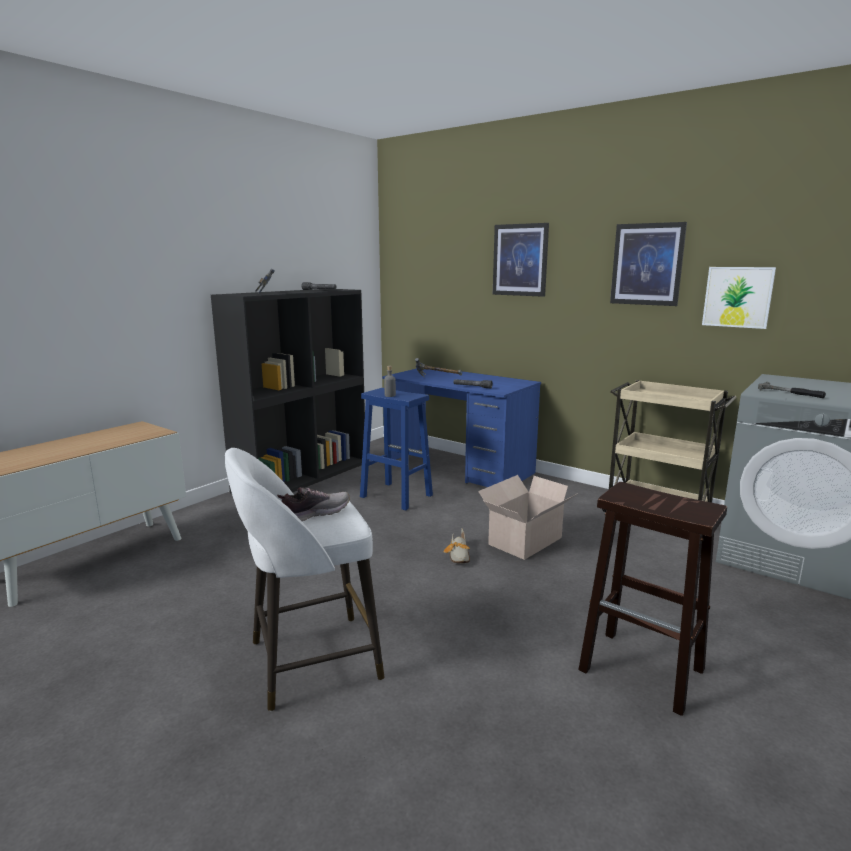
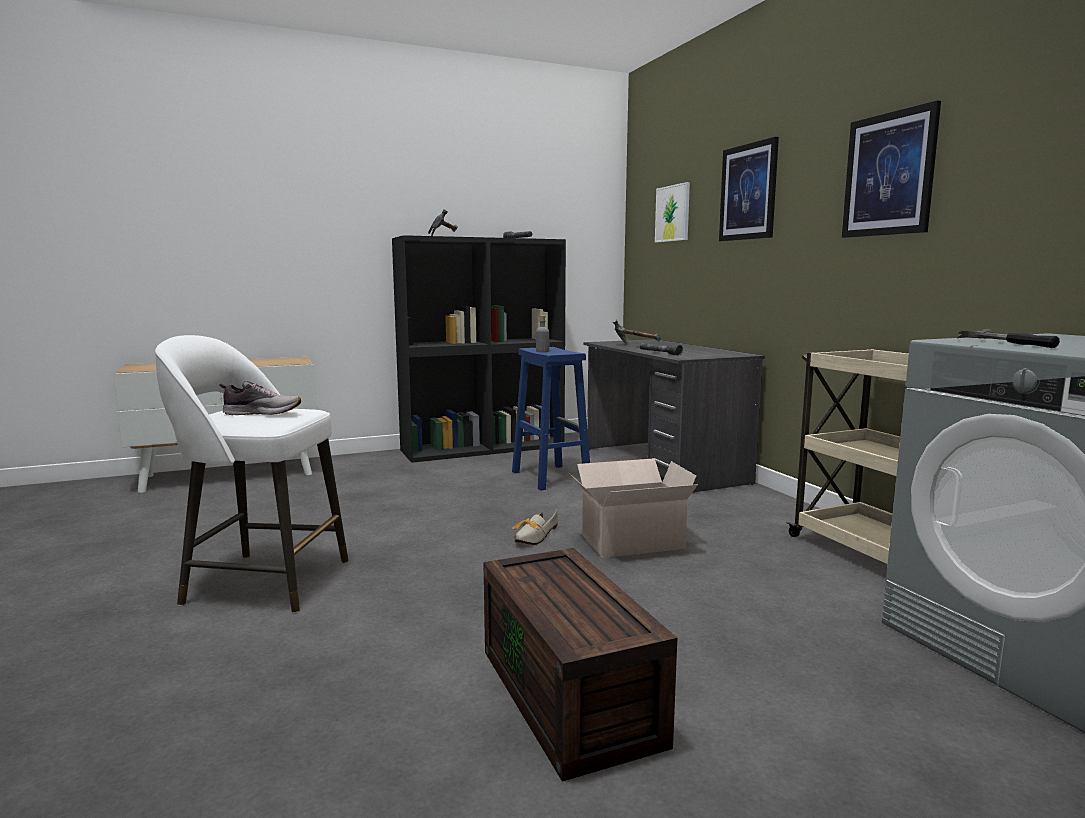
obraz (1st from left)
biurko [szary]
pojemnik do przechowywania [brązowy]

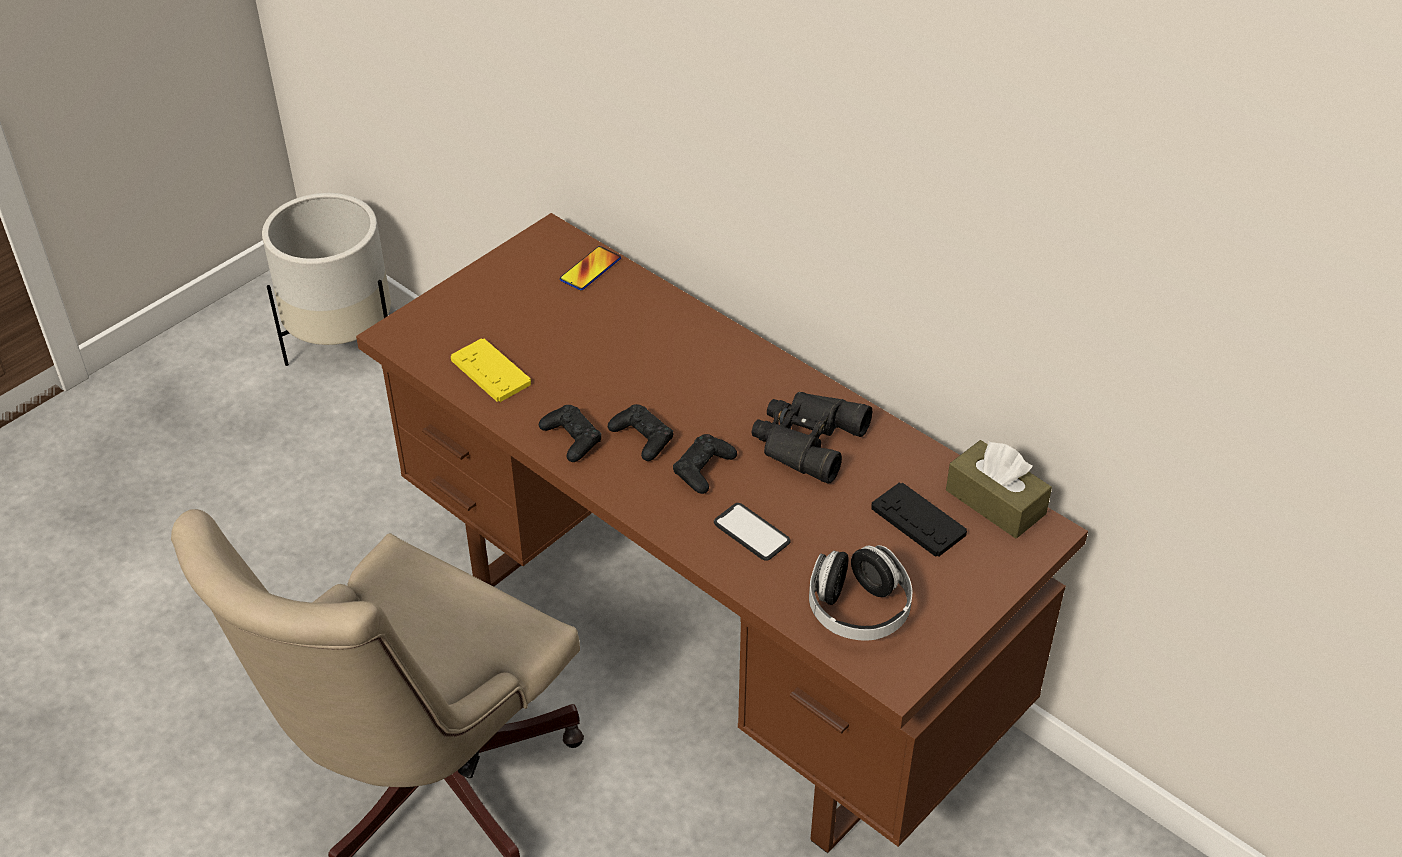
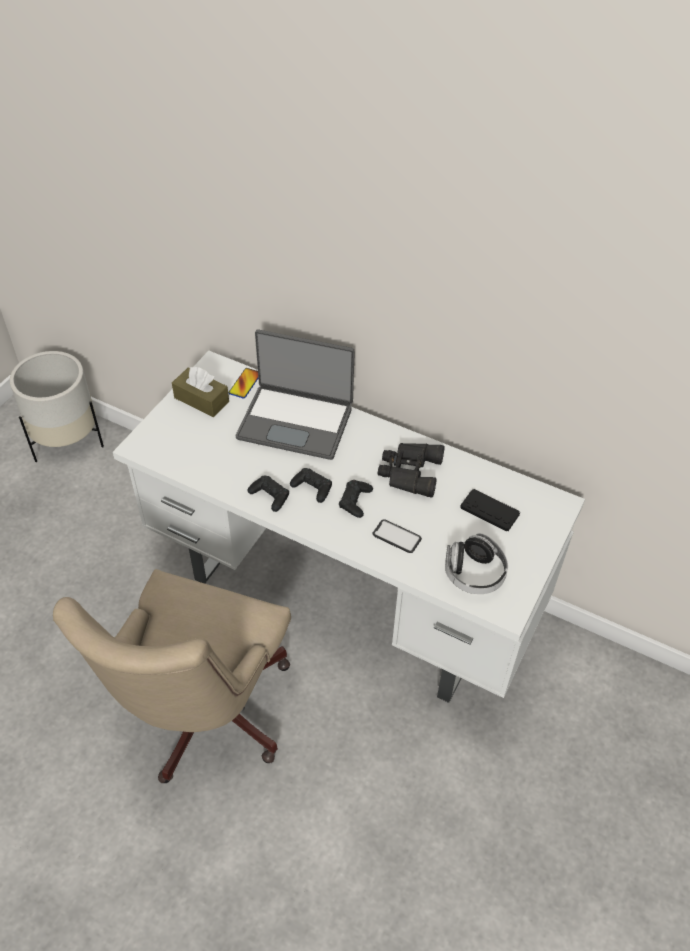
biurko [biały]
pad do gier [żółty]
pudełko chusteczek [brązowy]
laptop

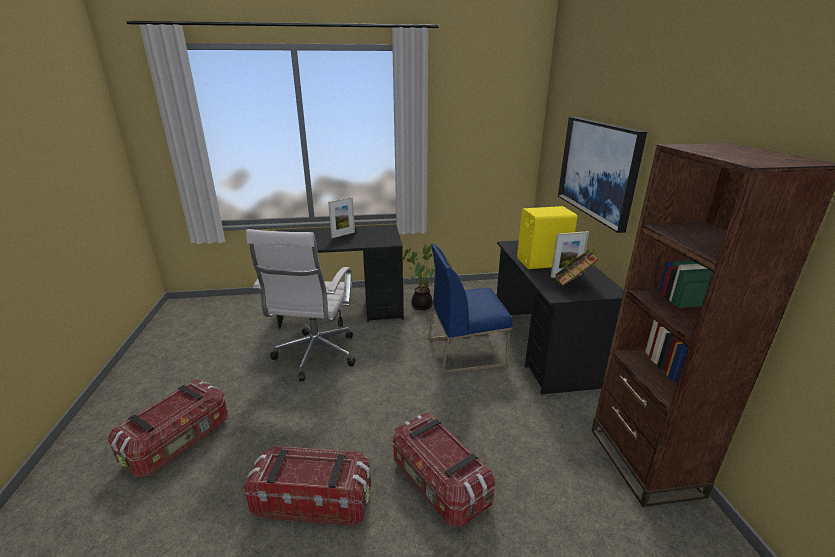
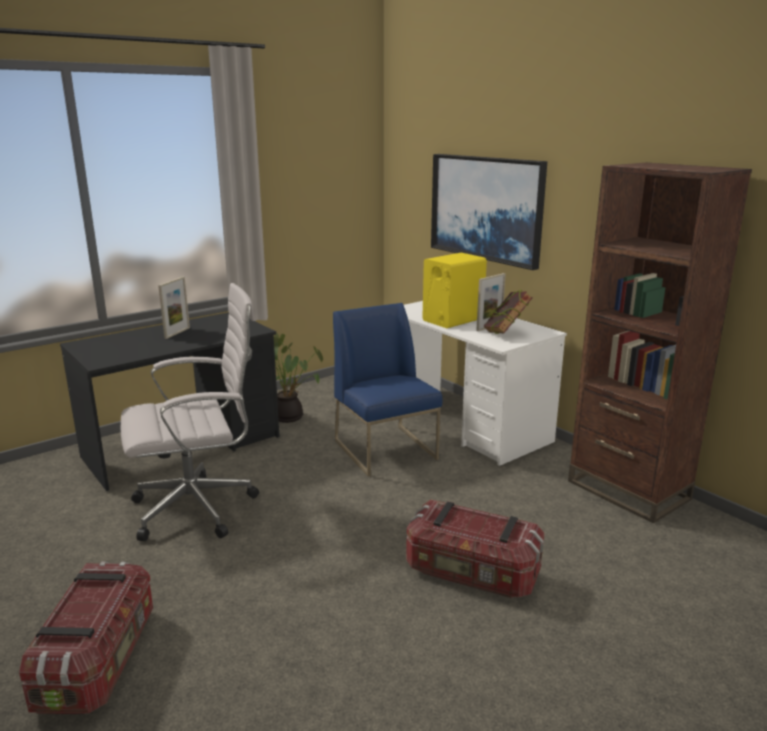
krzesło biurowe [biały]
biurko [biały]
krzesło [niebieski]
pojemnik do przechowywania (2nd from left in the first image)

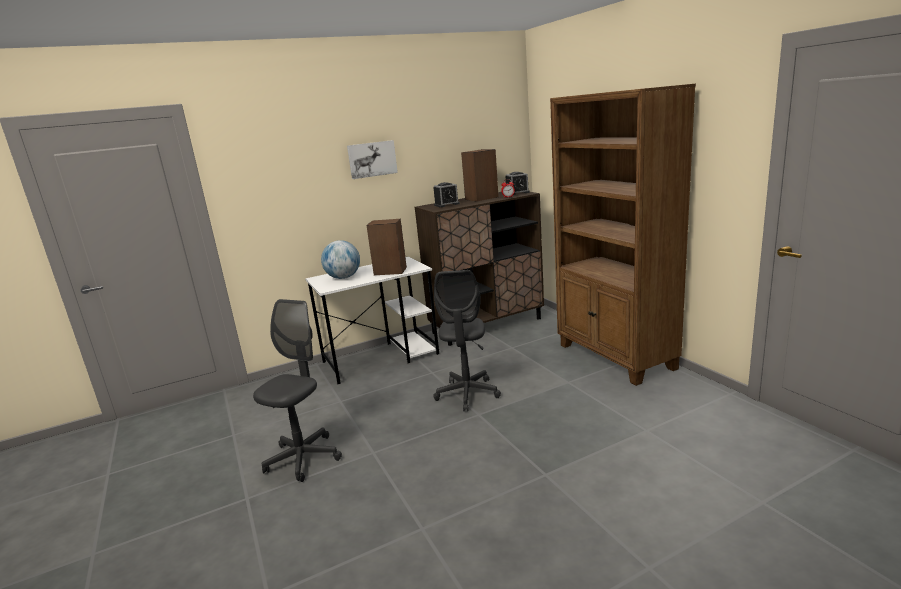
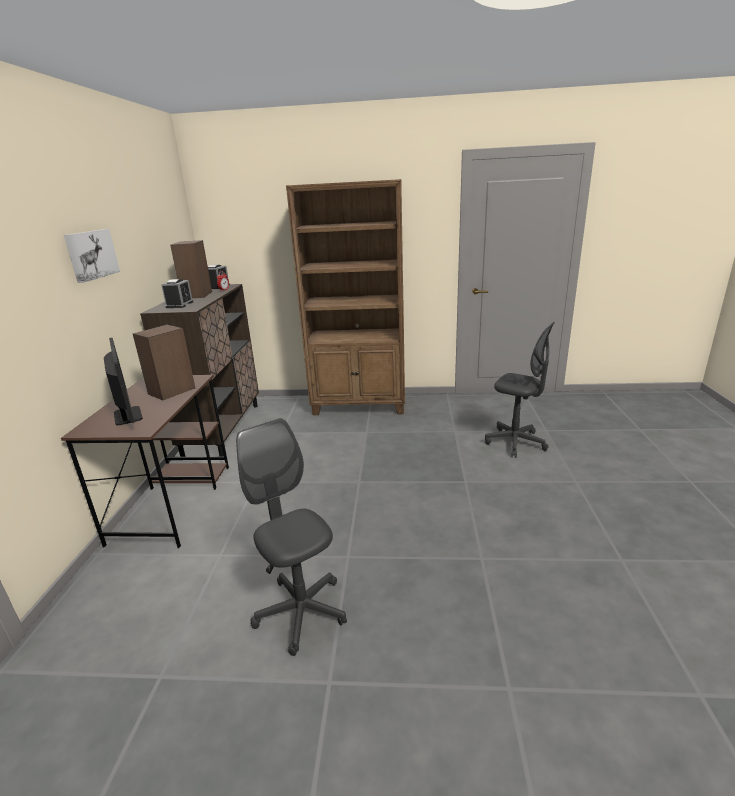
monitor
biurko [brązowy]
krzesło biurowe [szary] (2nd from left)

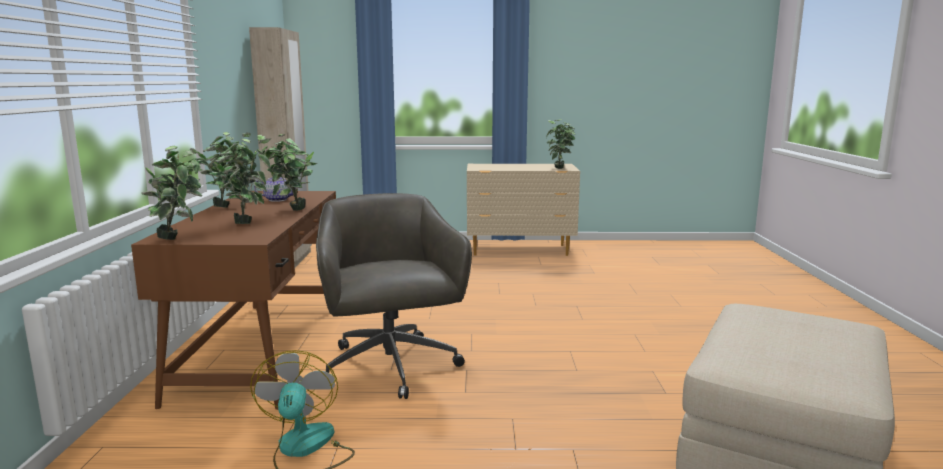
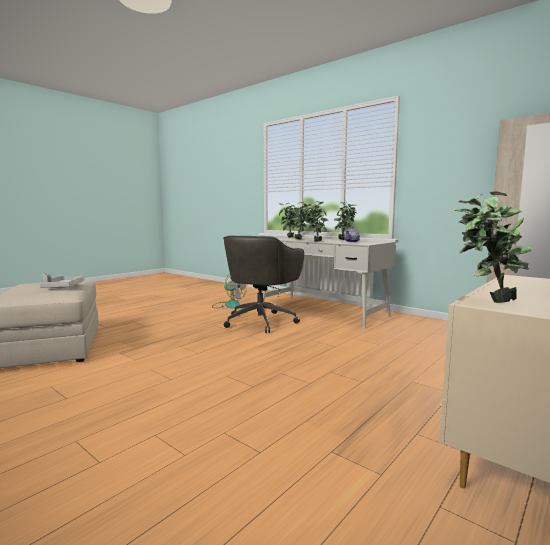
biurko [biały]
krzesło biurowe [szary]
taca [szary]

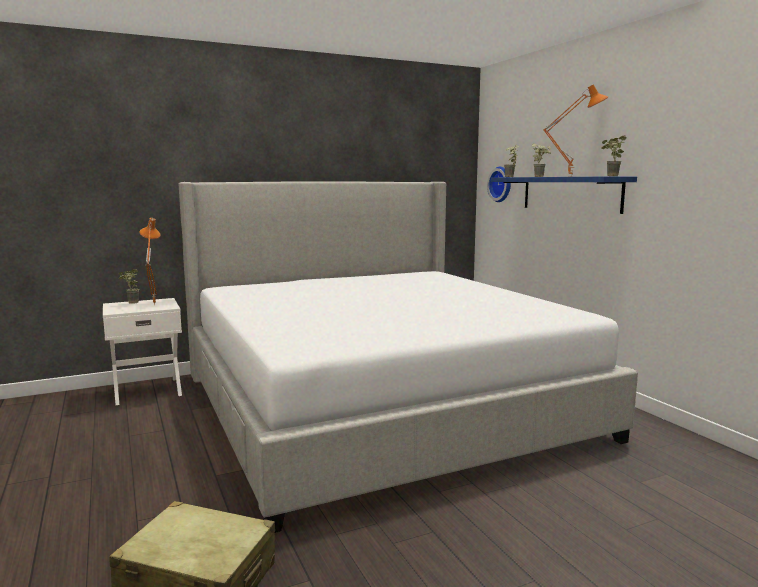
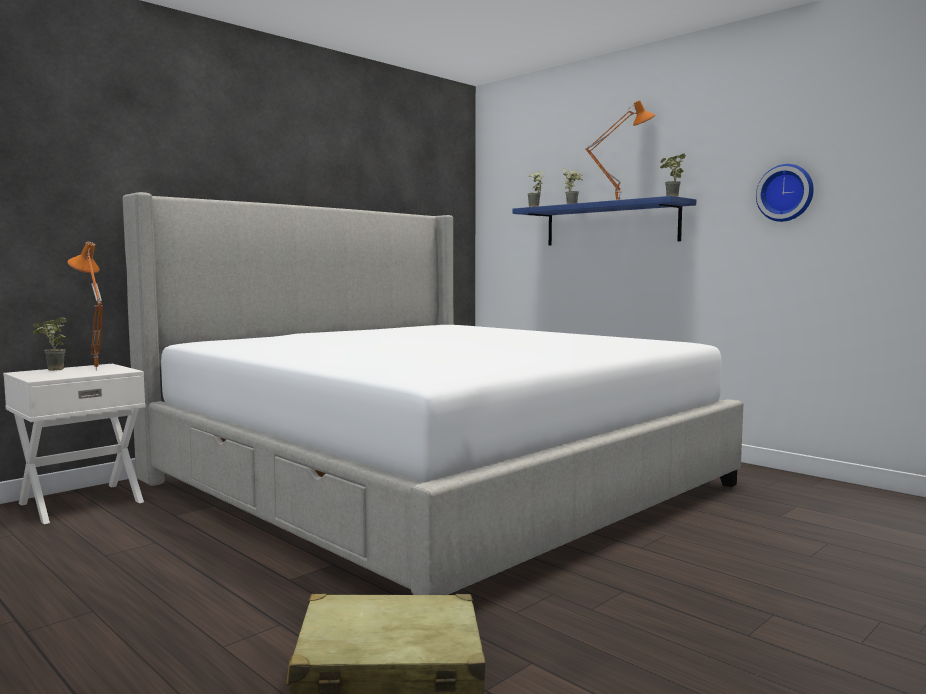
zegar ścienny

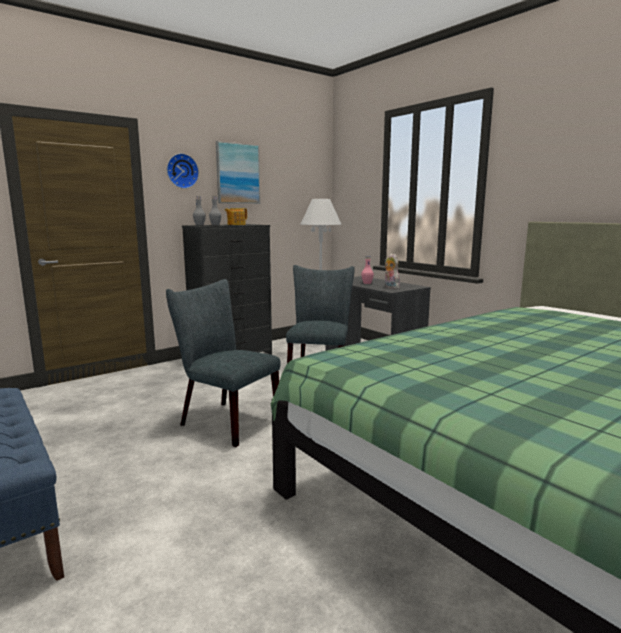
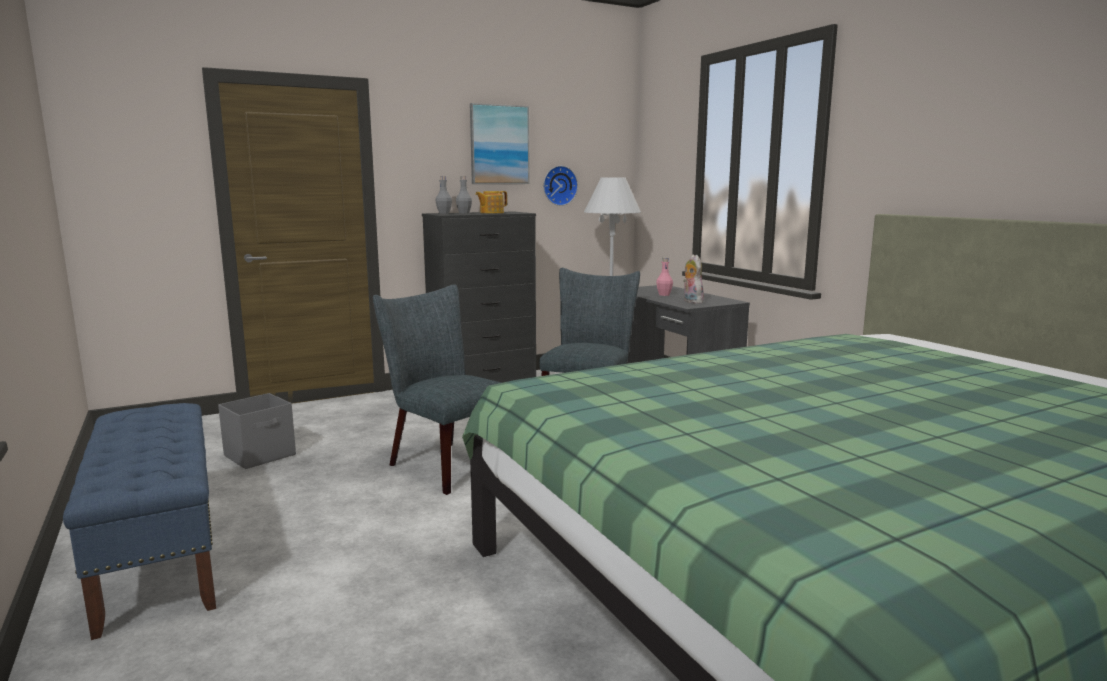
zegar ścienny
pojemnik do przechowywania [szary]

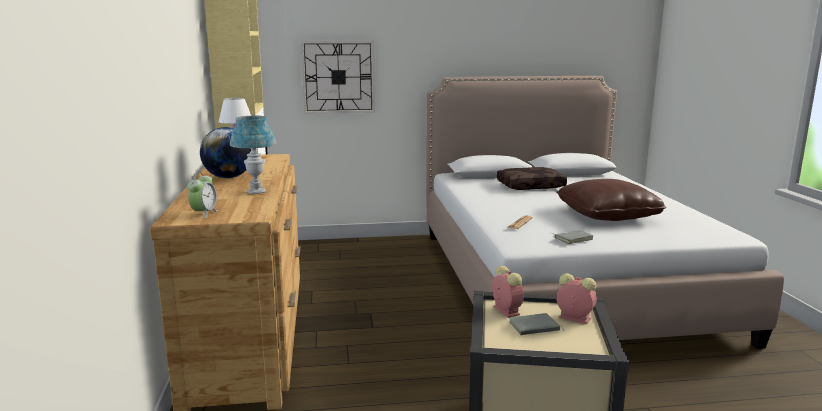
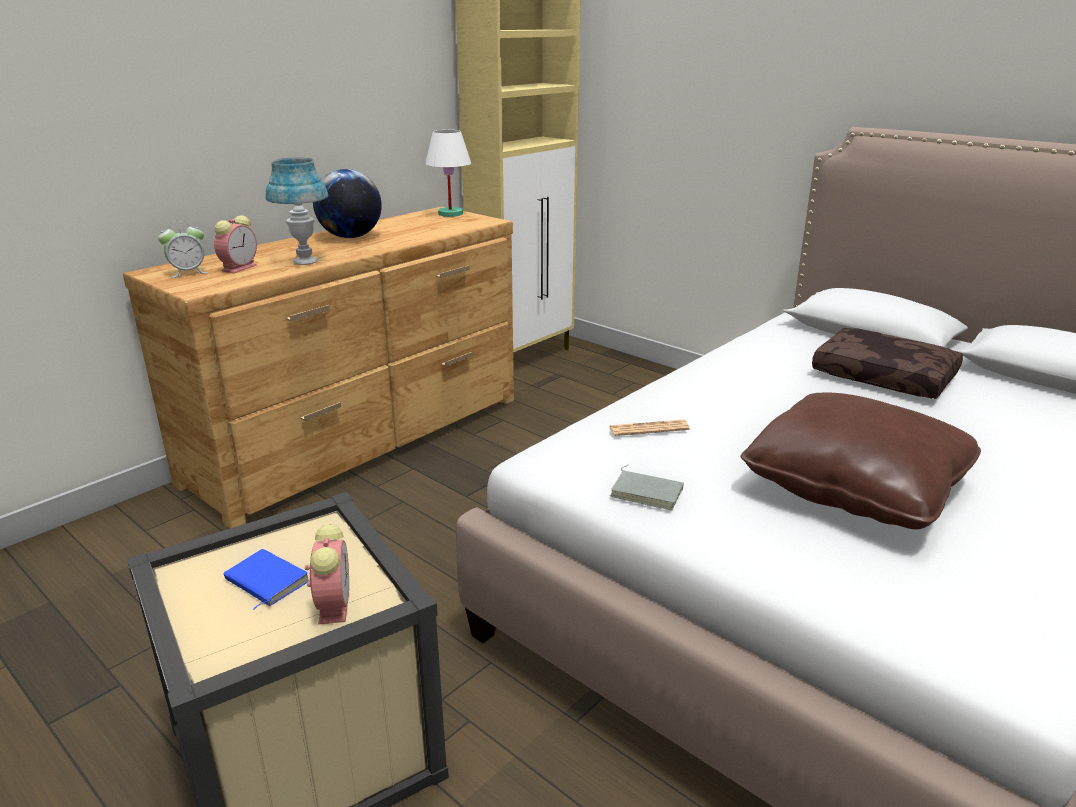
zegar ścienny
budzik (2nd from left)
książka [niebieski]

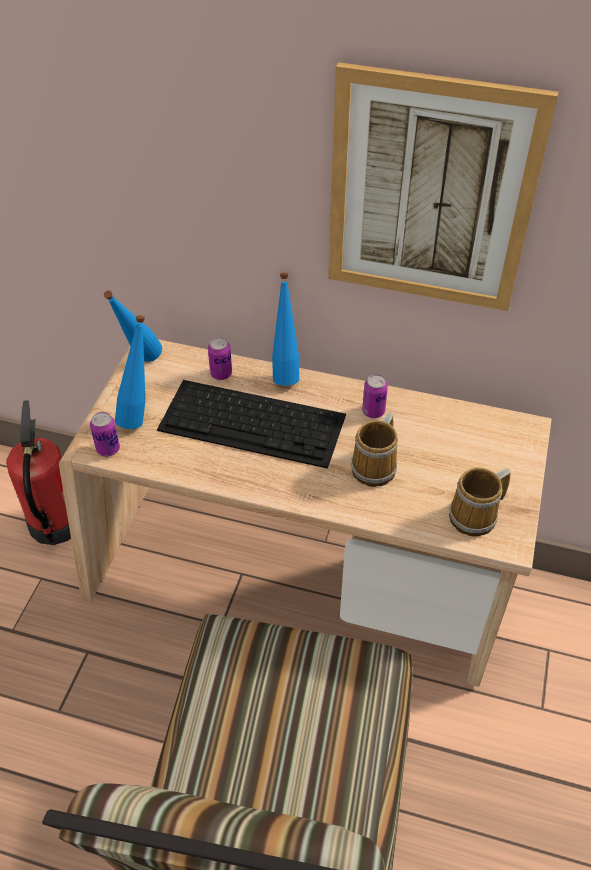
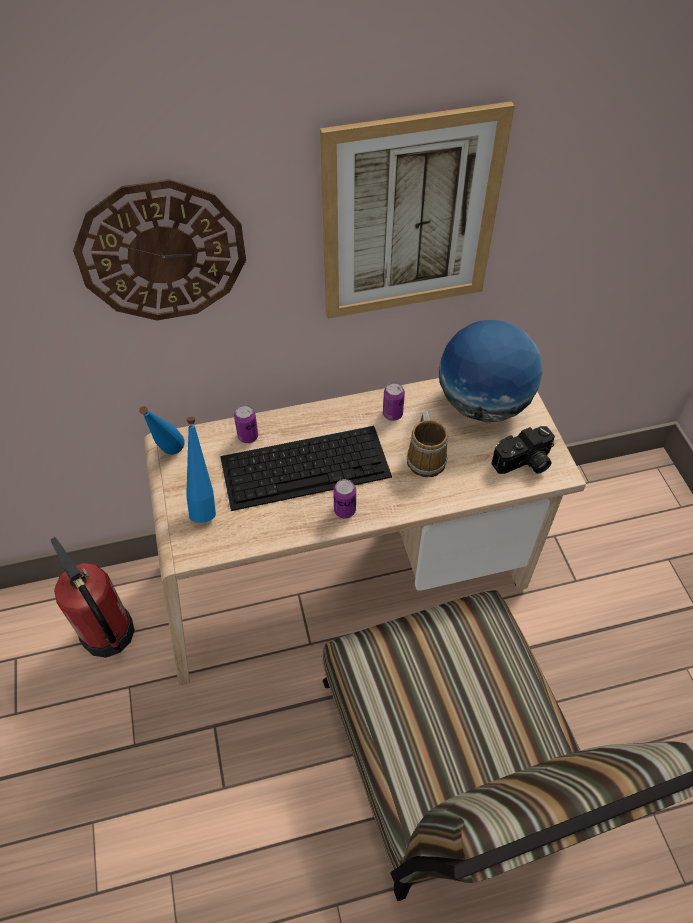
butelka [niebieski] (3rd from left in the first image)
puszka (2nd from left)
aparat fotograficzny
zegar ścienny
globus

